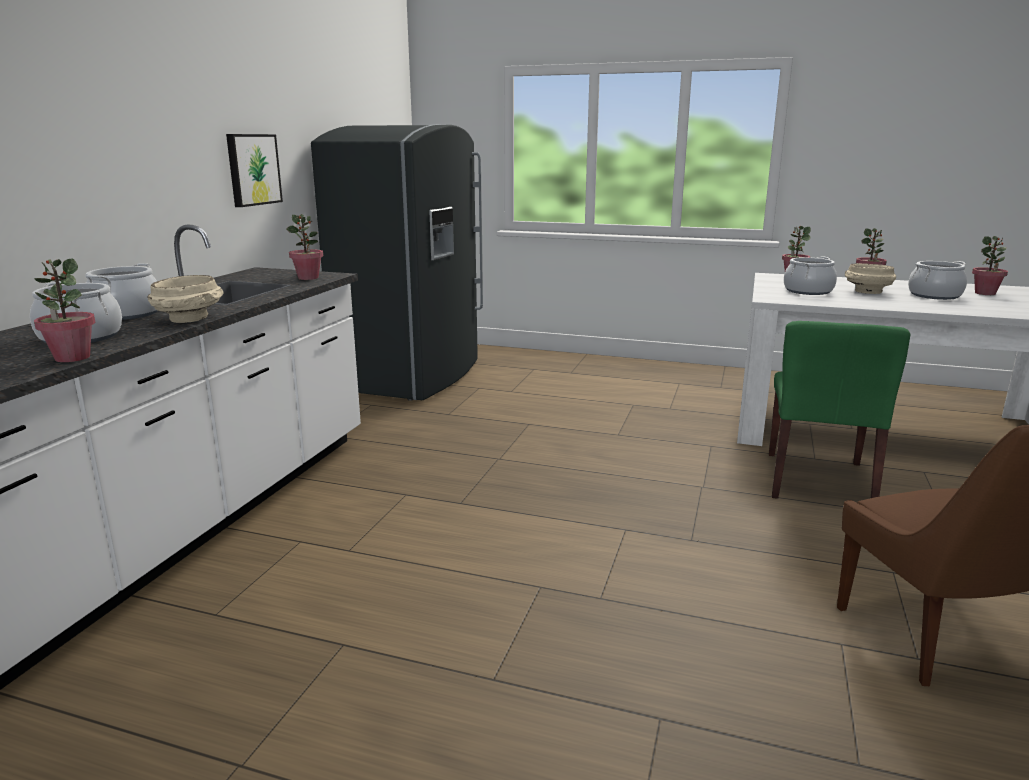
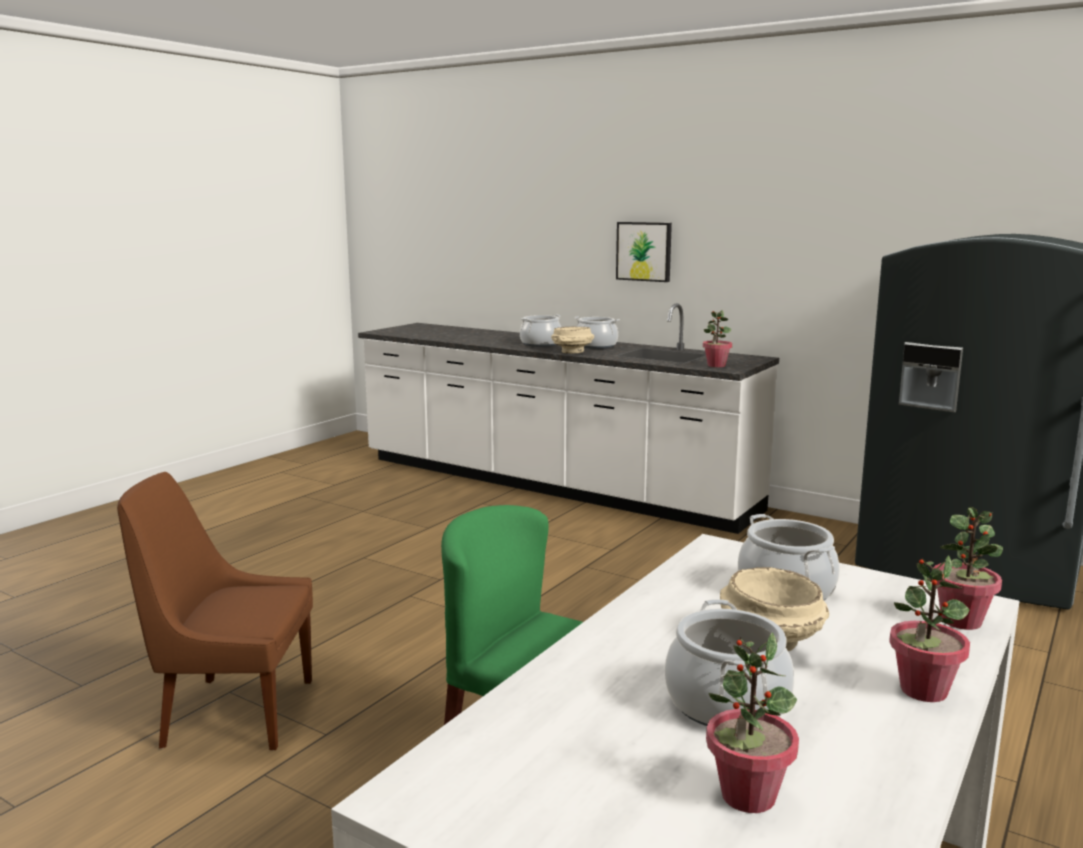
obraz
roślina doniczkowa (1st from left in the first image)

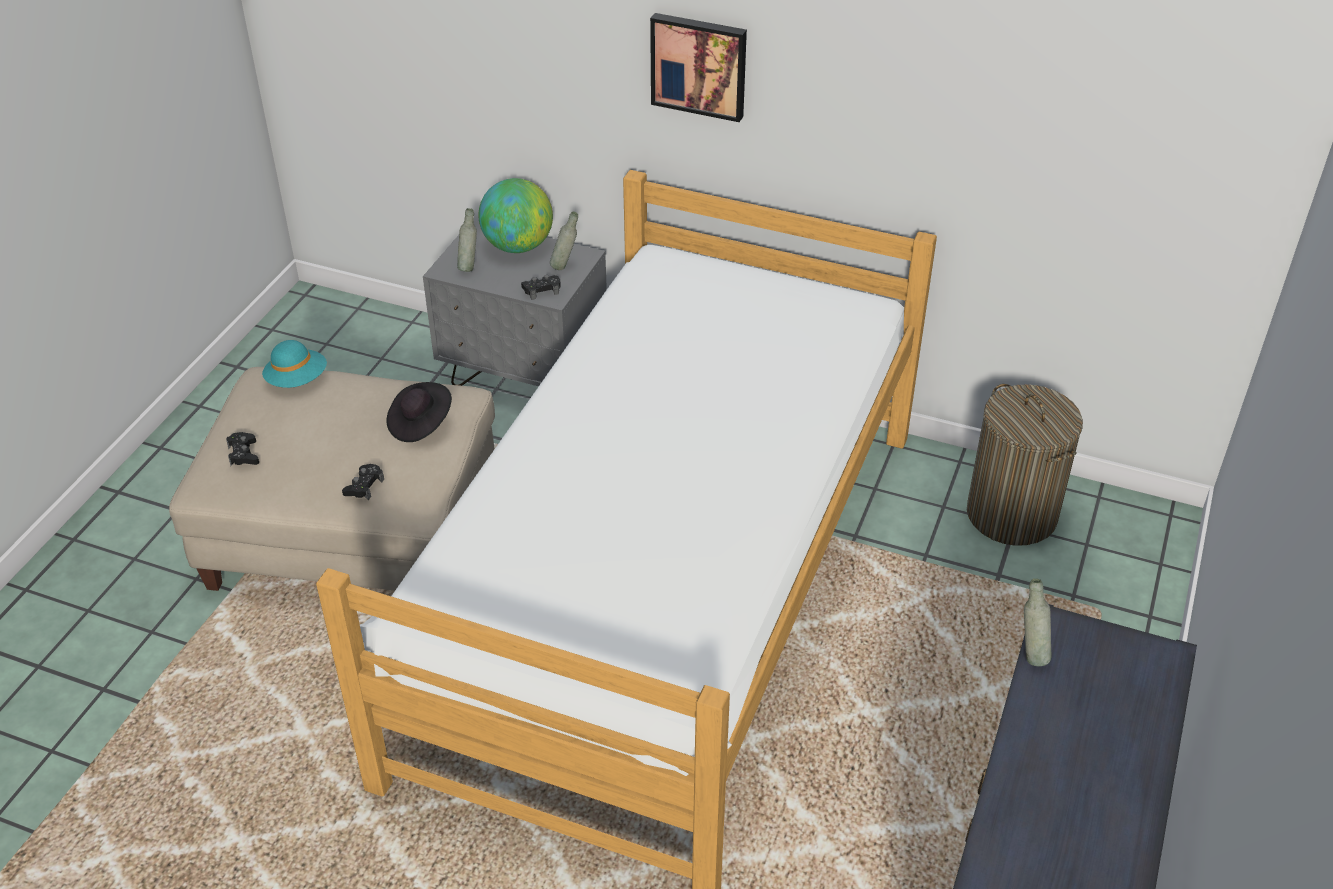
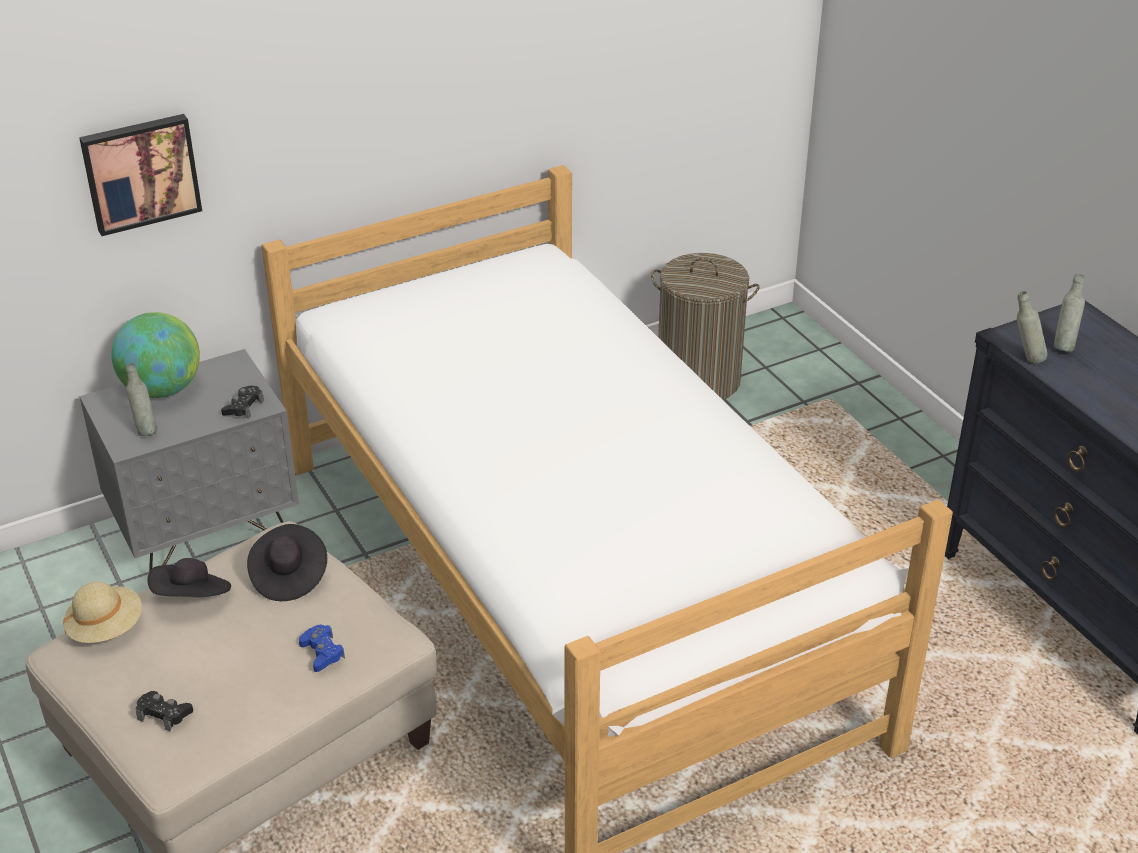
obraz
butelka [szary] (3rd from left)
kapelusz [beżowy]
pad do gier [niebieski]
kapelusz [czarny] (1st from left)

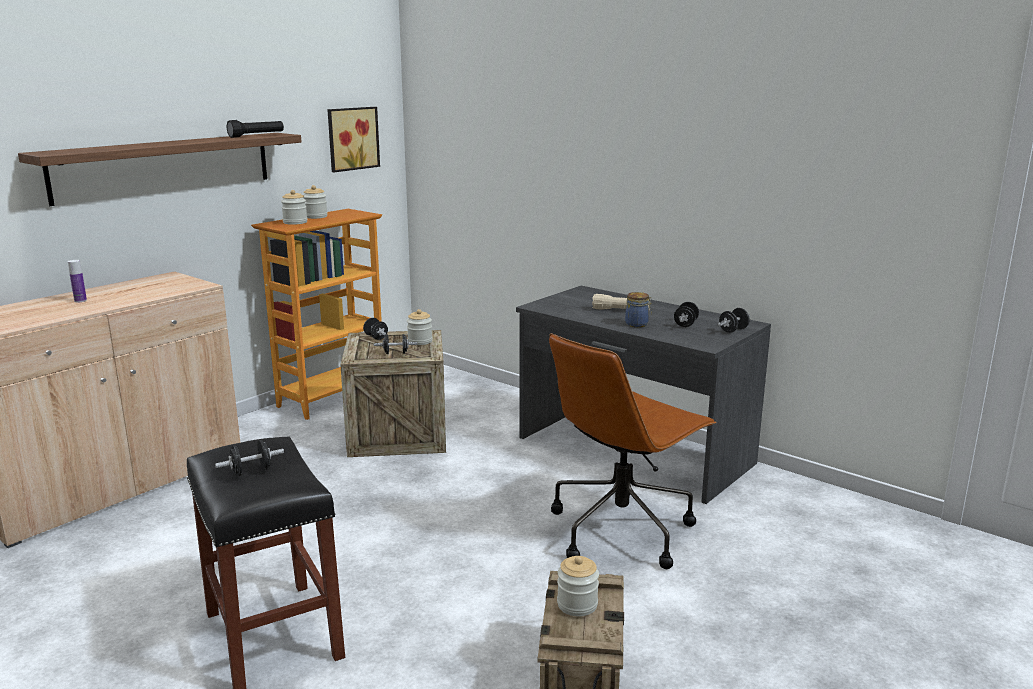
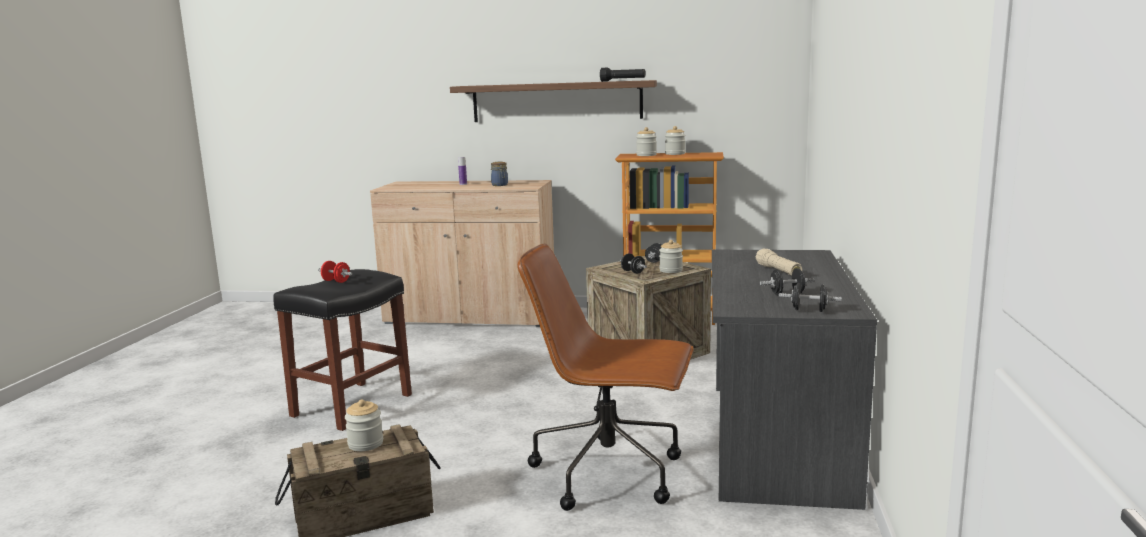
obraz
słoik (2nd from left)
hantel [czerwony]

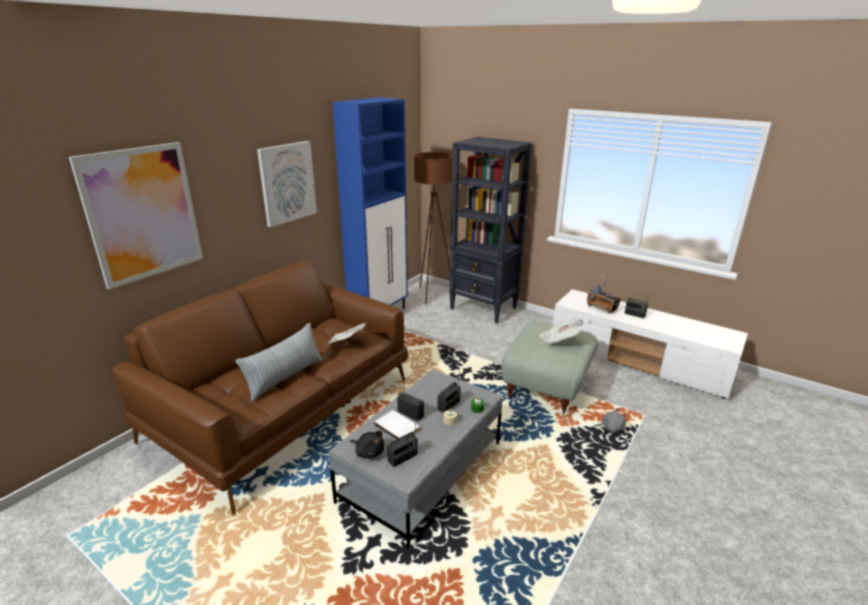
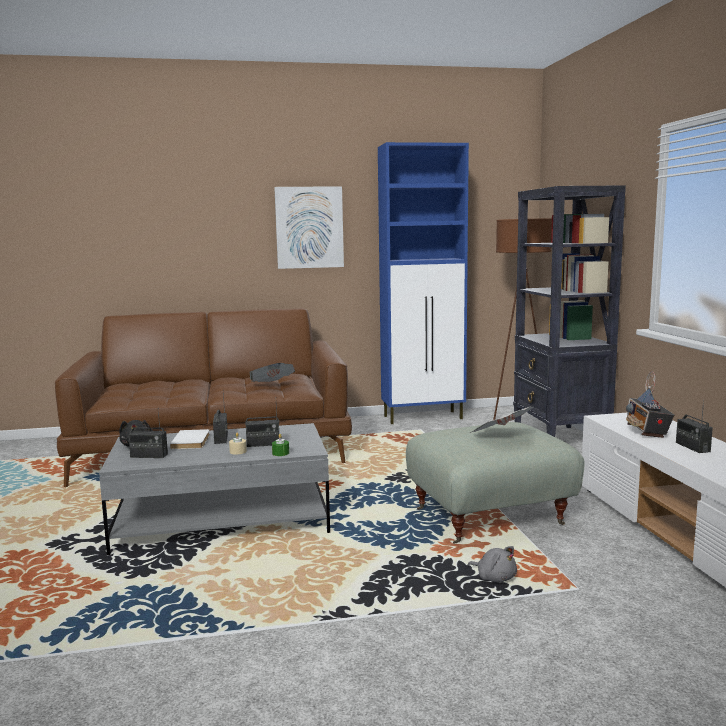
obraz (1st from left in the first image)
poduszka

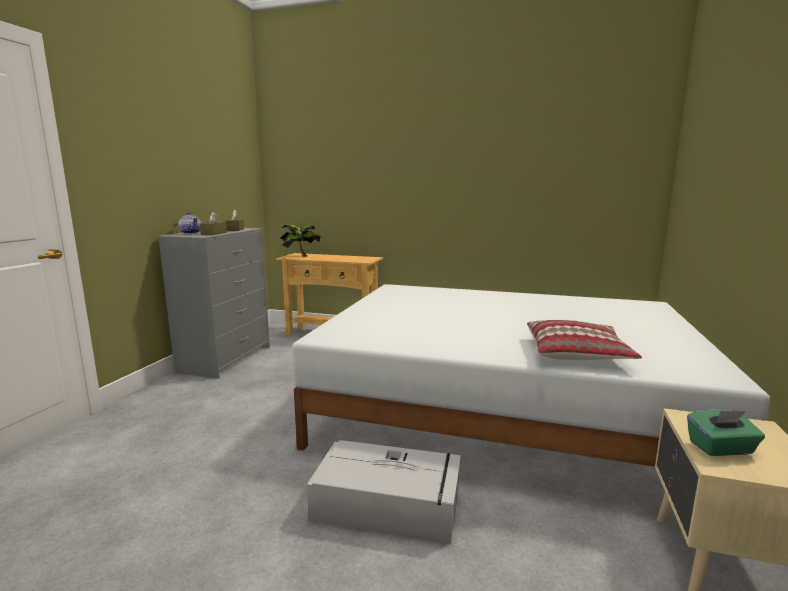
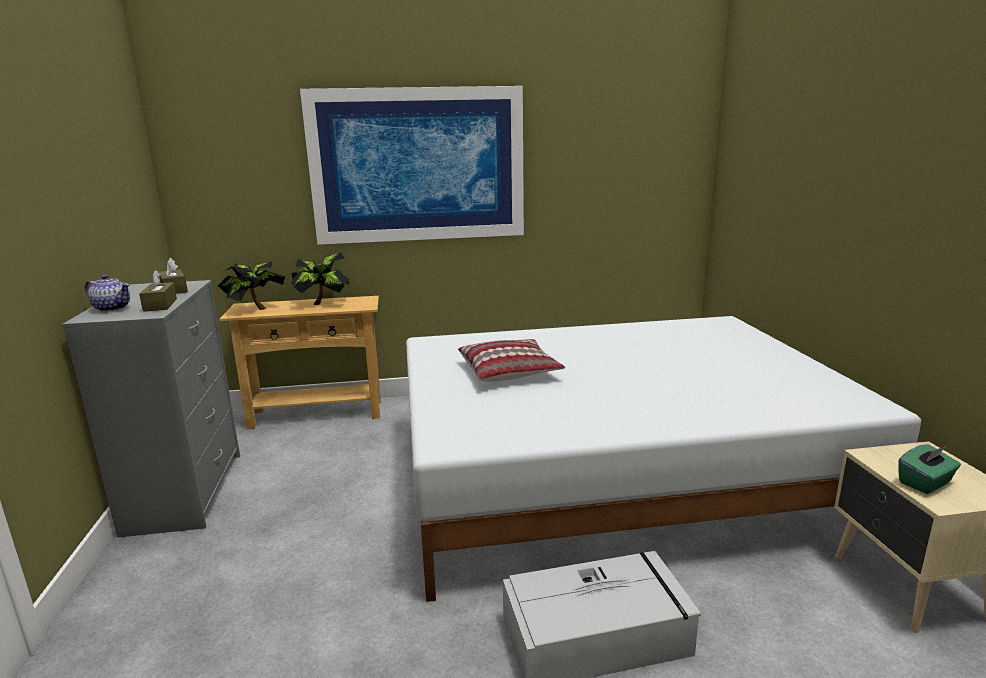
poduszka
obraz
roślina doniczkowa (2nd from left)

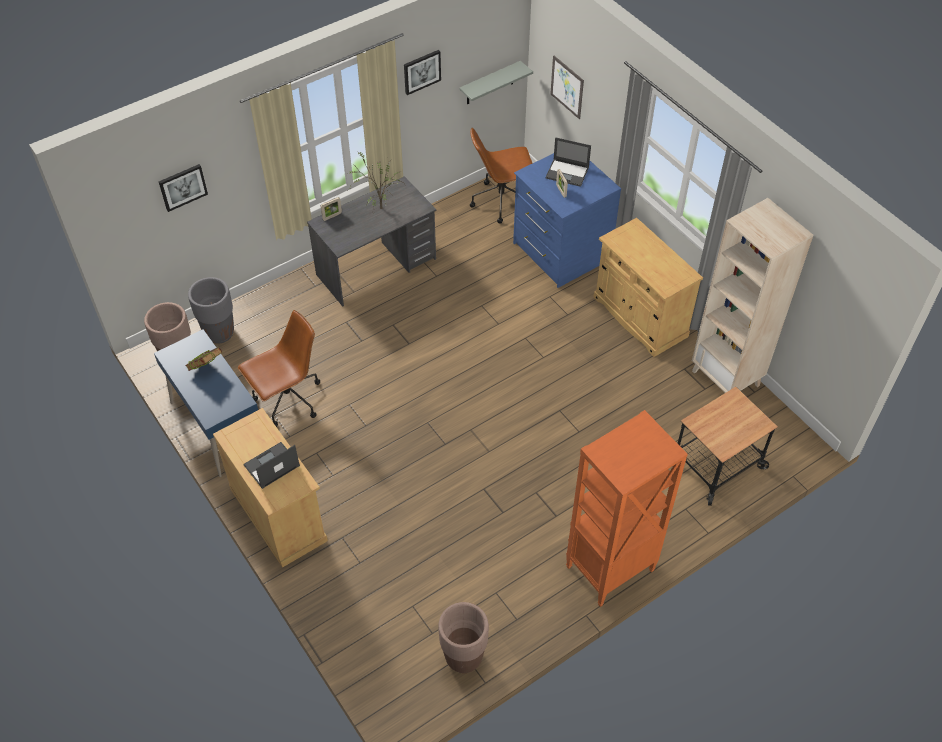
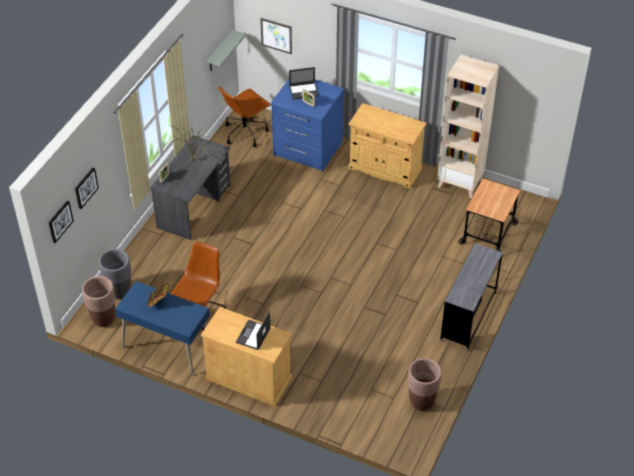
obraz (1st from left)
biurko [szary] (2nd from left)

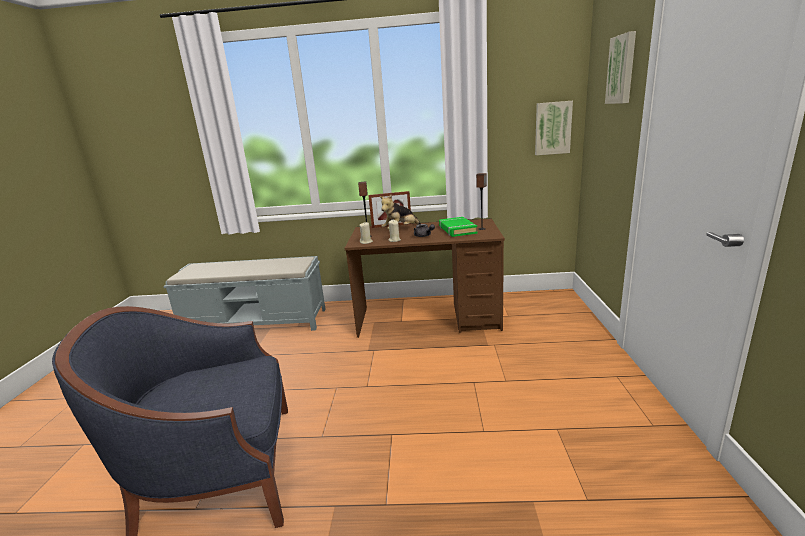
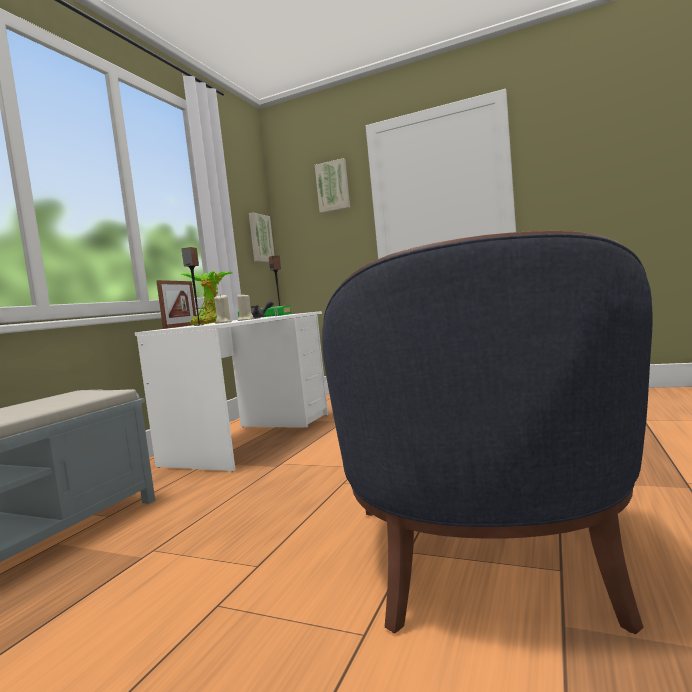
roślina doniczkowa
biurko [biały]

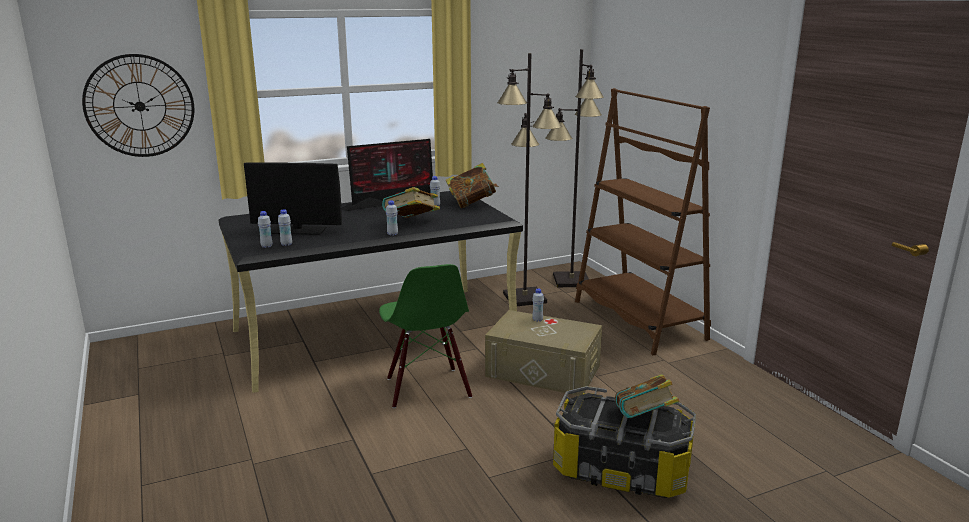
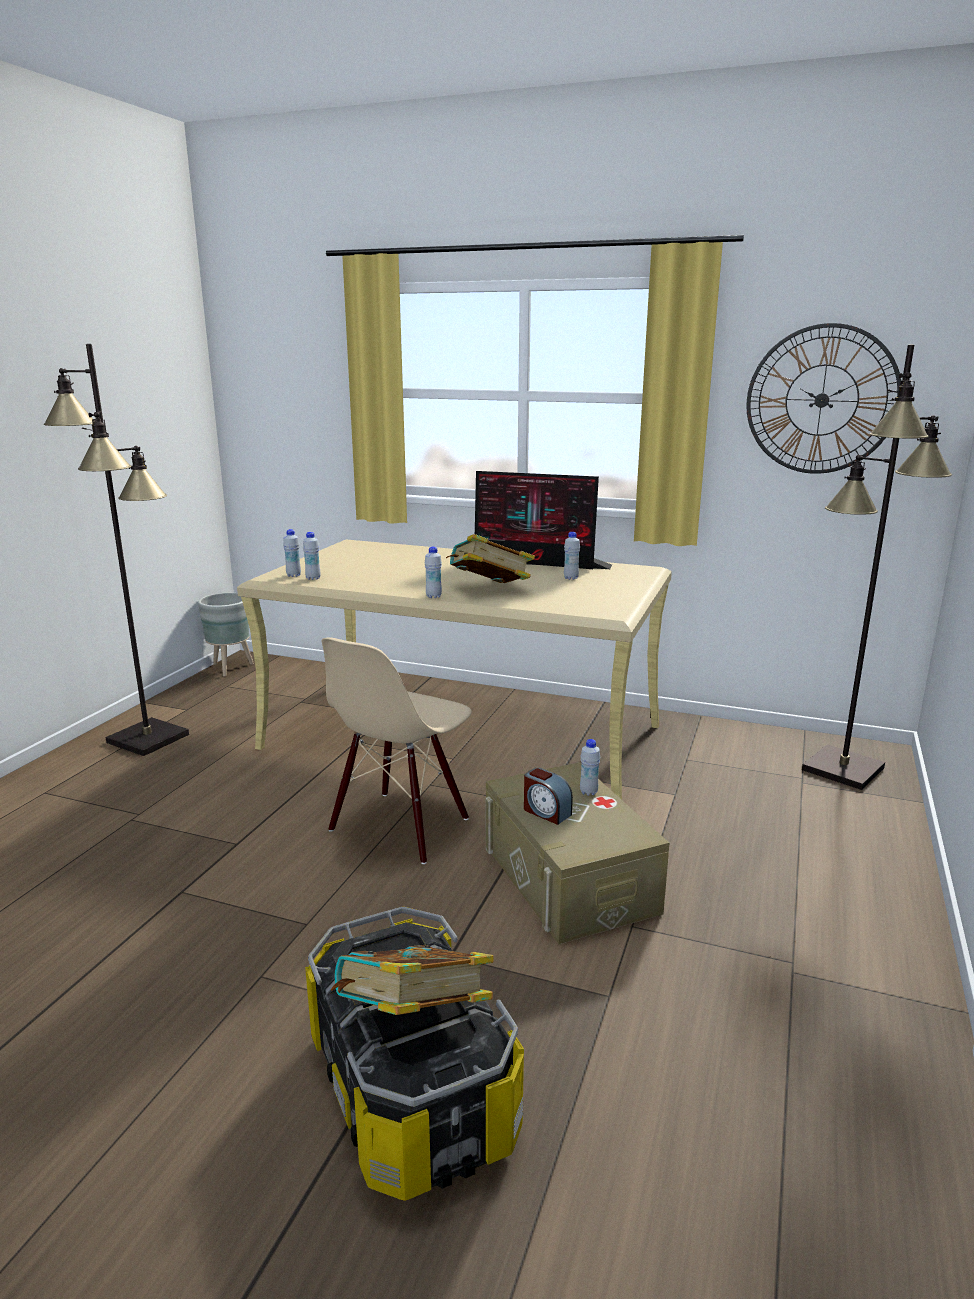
lampa stojąca [czarny] (1st from left)
zegar ścienny
regał [brązowy]
monitor (1st from left in the first image)
książka (2nd from left in the first image)
biurko [beżowy]
krzesło [beżowy]
donica [szary]
budzik

